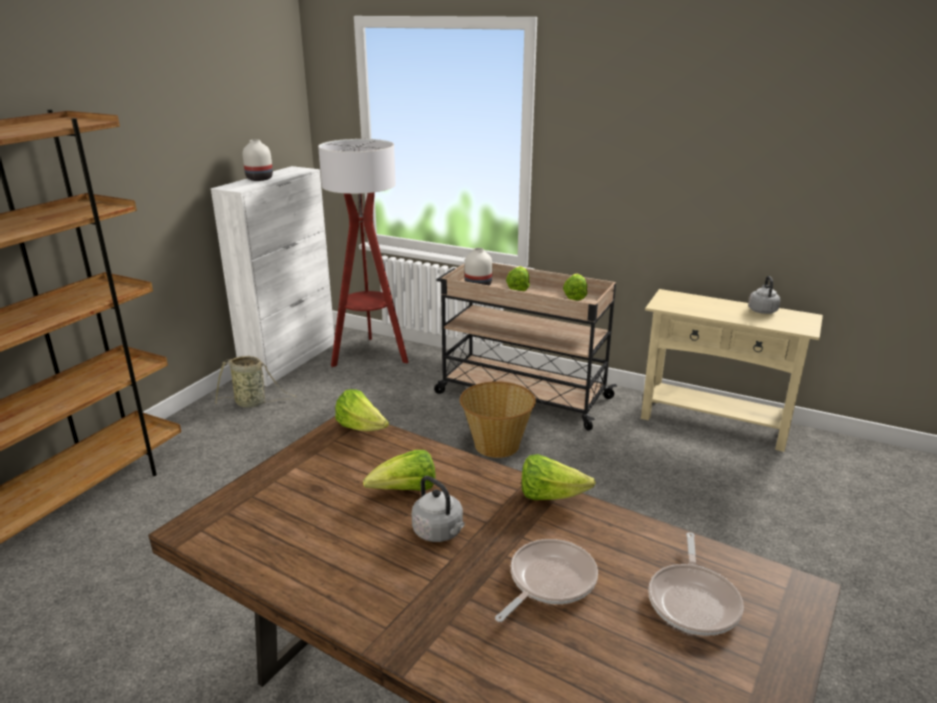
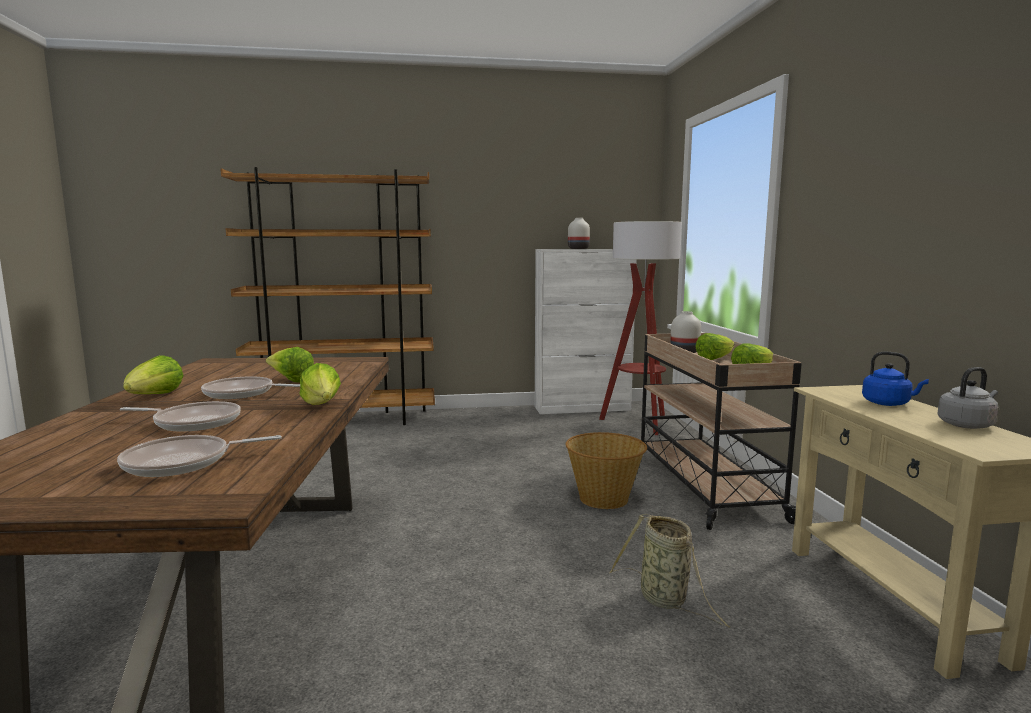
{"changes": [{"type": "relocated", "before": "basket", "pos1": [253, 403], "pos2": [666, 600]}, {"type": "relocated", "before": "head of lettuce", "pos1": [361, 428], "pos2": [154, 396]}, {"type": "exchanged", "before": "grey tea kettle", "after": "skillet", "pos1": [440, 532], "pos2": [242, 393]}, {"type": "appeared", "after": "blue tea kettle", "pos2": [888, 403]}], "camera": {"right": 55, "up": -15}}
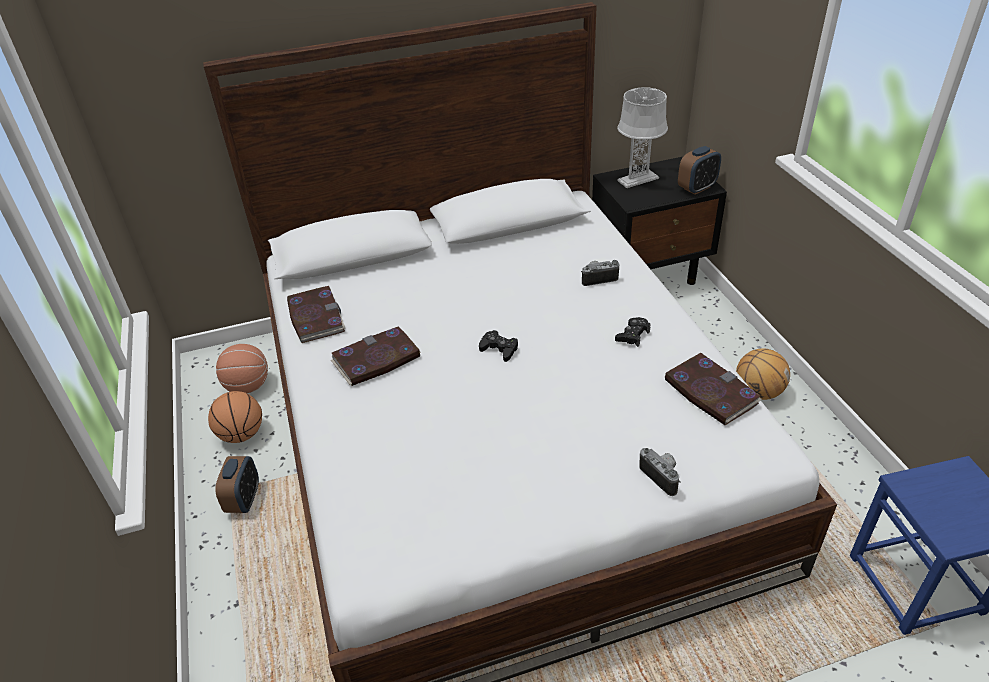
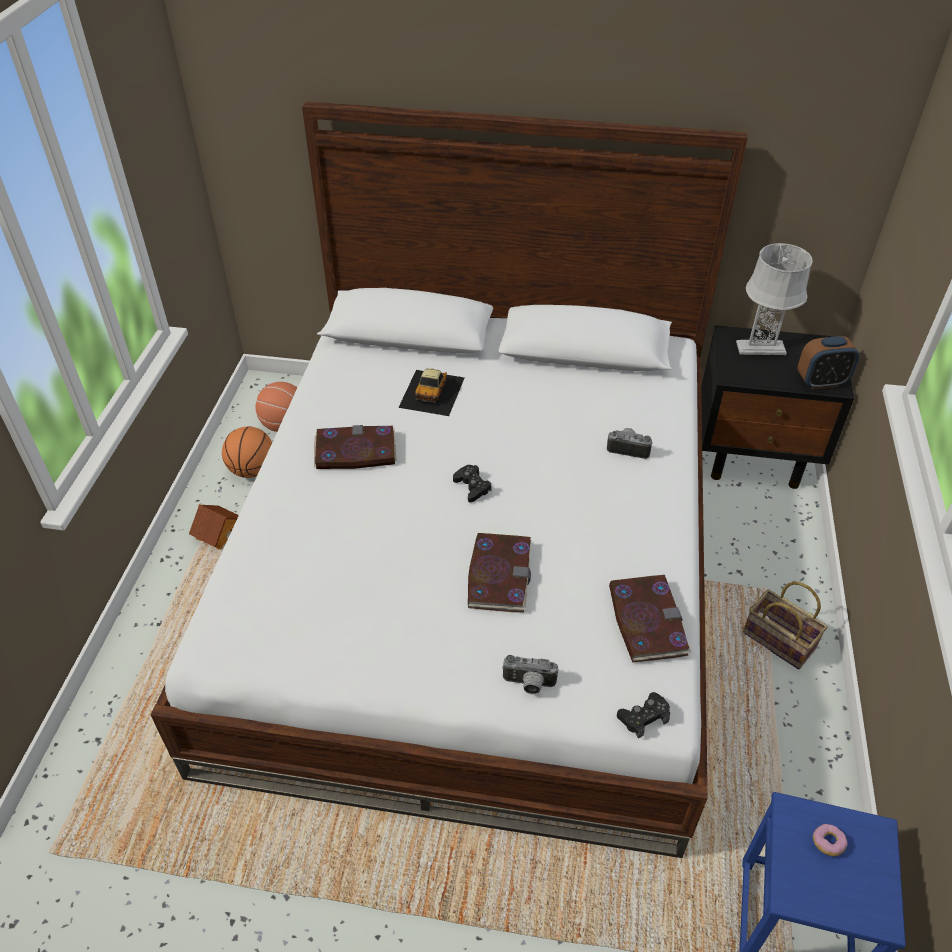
{"changes": [{"type": "relocated", "before": "volume", "pos1": [315, 317], "pos2": [499, 575]}, {"type": "relocated", "before": "blackish game controller", "pos1": [632, 335], "pos2": [643, 717]}, {"type": "exchanged", "before": "ball for basketball", "after": "basket", "pos1": [758, 392], "pos2": [776, 640]}, {"type": "spun", "before": "photo camera", "pos1": [662, 476], "pos2": [529, 685], "turn": 105}, {"type": "exchanged", "before": "alarm clock", "after": "model house", "pos1": [244, 500], "pos2": [218, 533]}, {"type": "appeared", "after": "model car", "pos2": [432, 392]}, {"type": "appeared", "after": "donut", "pos2": [827, 843]}], "camera": {"right": 25, "up": 5}}
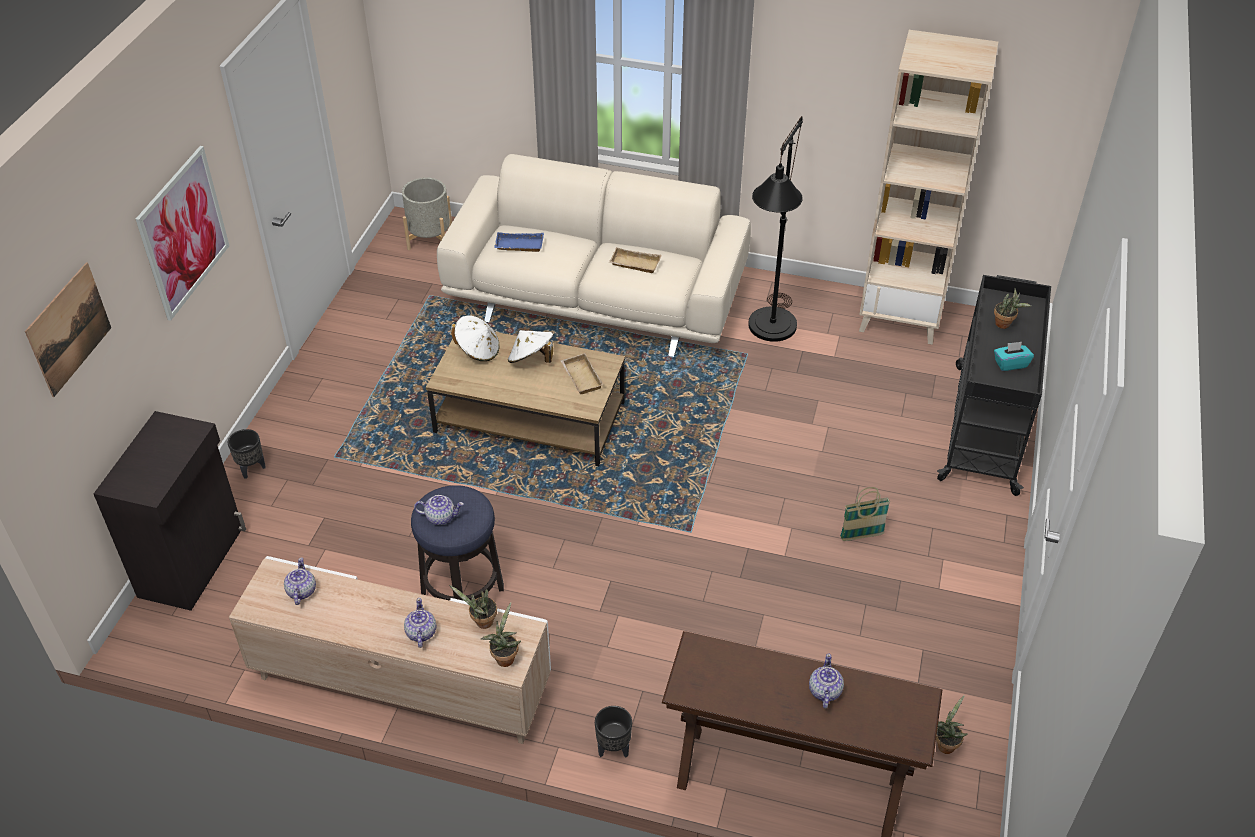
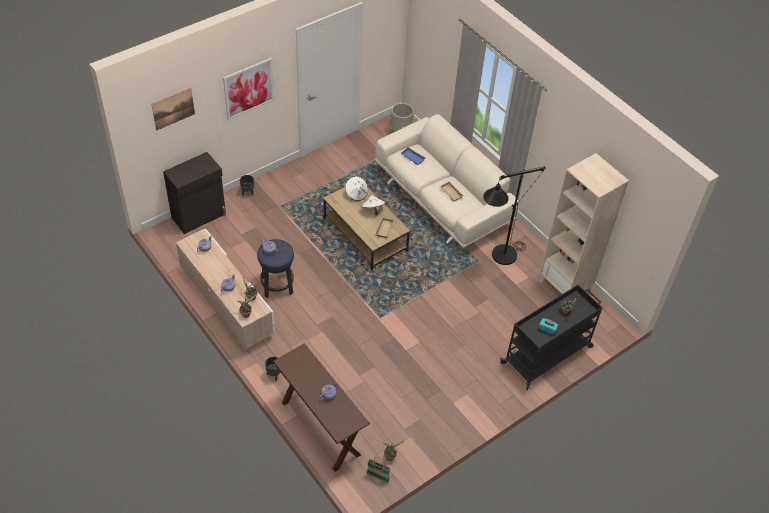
{"changes": [{"type": "relocated", "before": "basket", "pos1": [861, 536], "pos2": [378, 477]}], "camera": {"right": 35, "up": 5}}
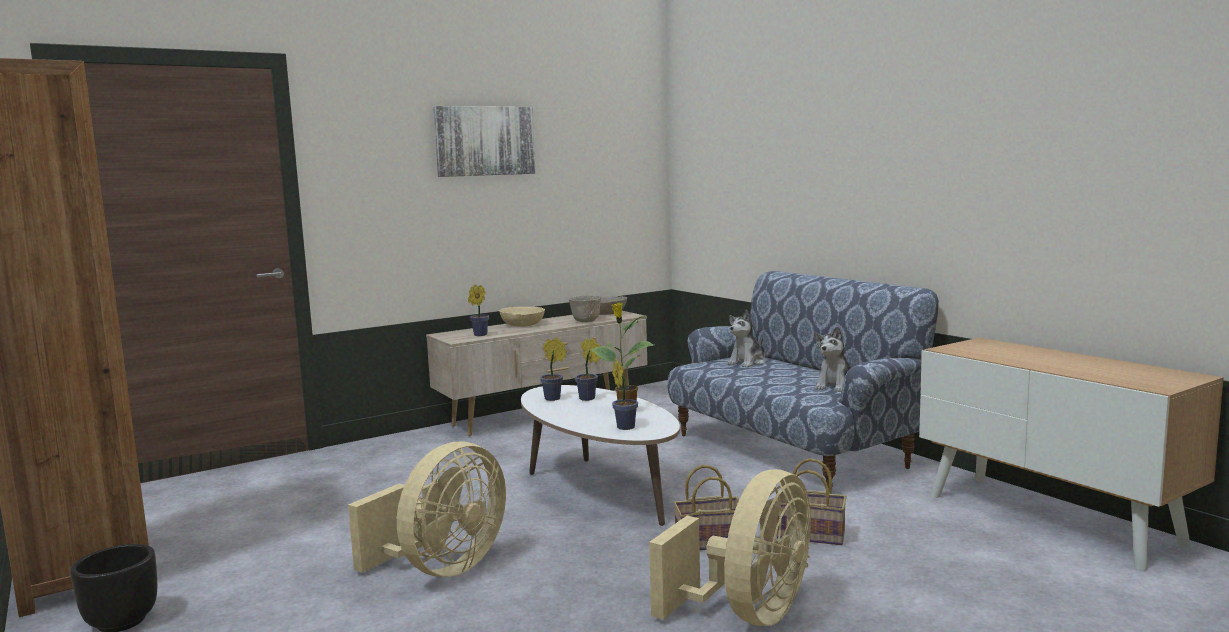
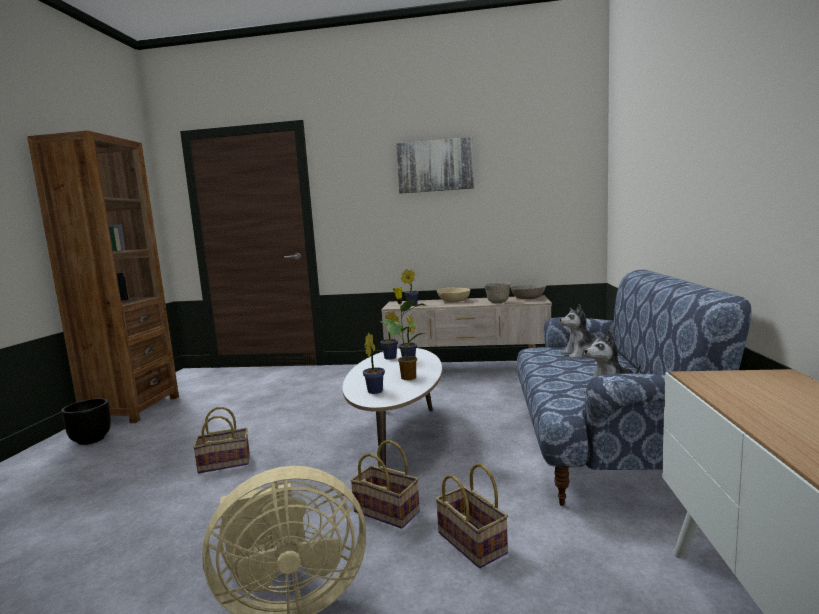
{"changes": [{"type": "exchanged", "before": "beige cooling fan", "after": "basket", "pos1": [442, 568], "pos2": [226, 462]}], "camera": {"right": 40, "up": 0}}
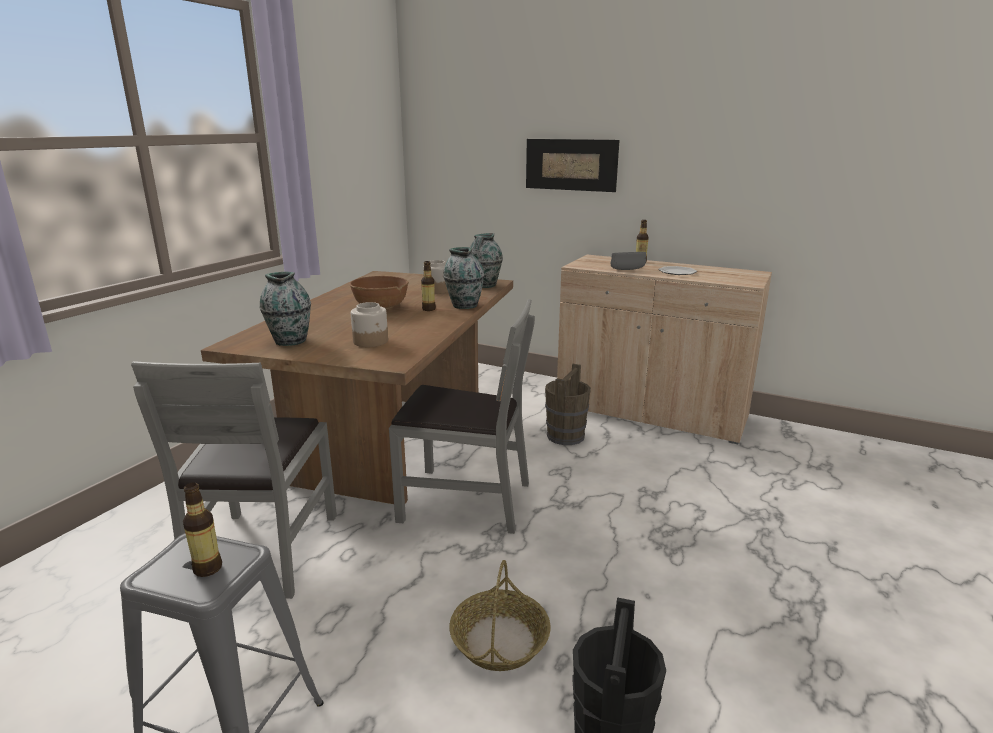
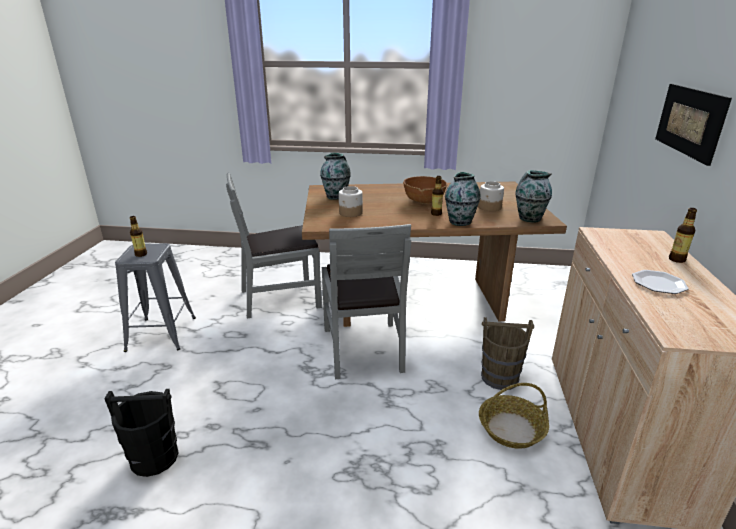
{"changes": [{"type": "missing", "before": "grey deep dish", "pos1": [627, 269]}, {"type": "relocated", "before": "basket", "pos1": [499, 640], "pos2": [511, 428]}], "camera": {"right": 70, "up": 5}}
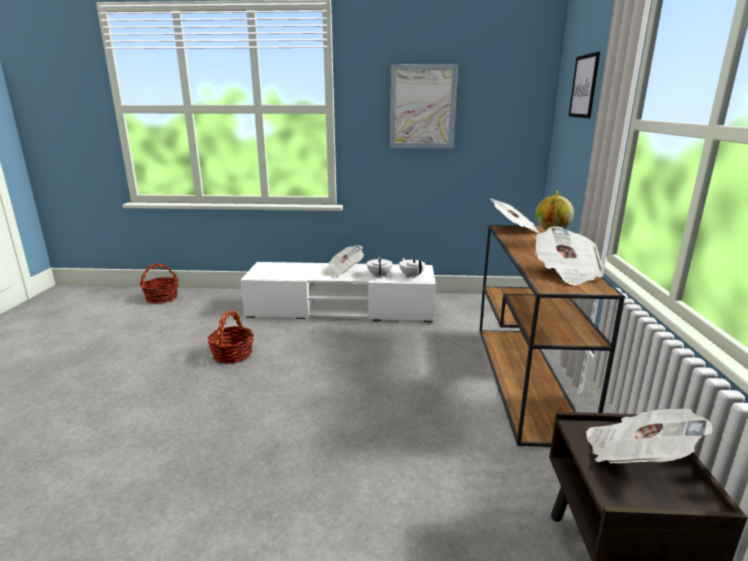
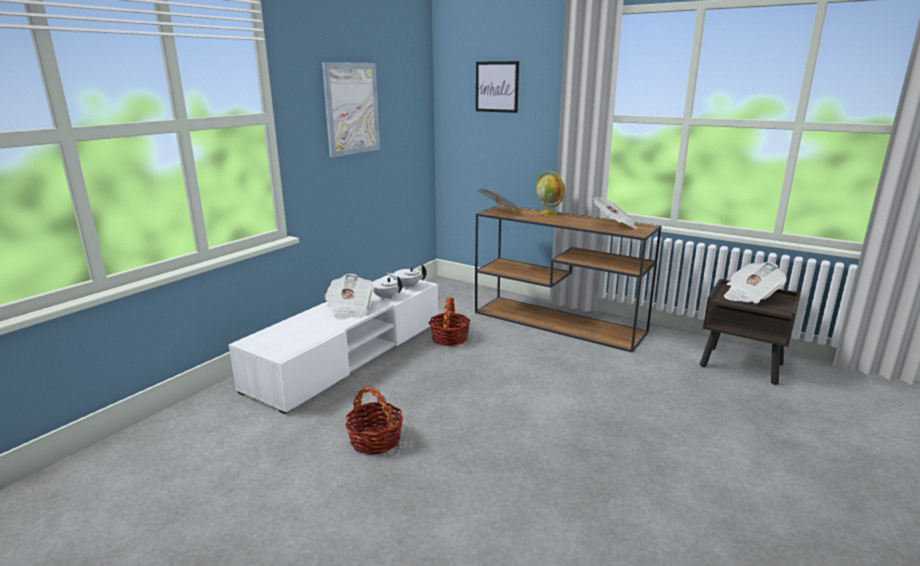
{"changes": [{"type": "relocated", "before": "basket", "pos1": [162, 298], "pos2": [449, 338]}], "camera": {"right": -60, "up": 0}}
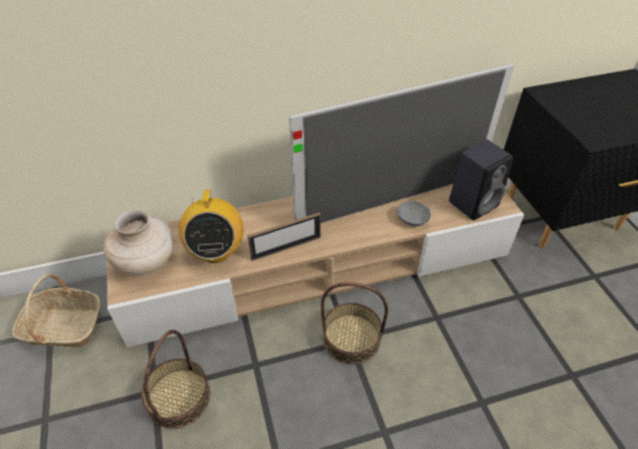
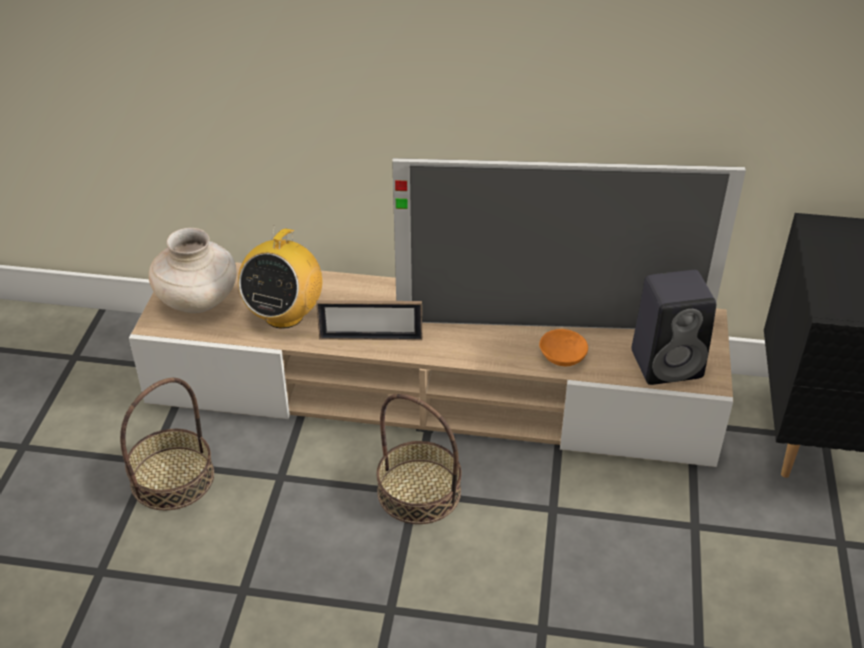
{"changes": [{"type": "colour", "before": "grey deep dish", "after": "orangey deep dish", "pos1": [411, 219], "pos2": [561, 356]}, {"type": "missing", "before": "basket", "pos1": [63, 327]}], "camera": {"right": 25, "up": -5}}
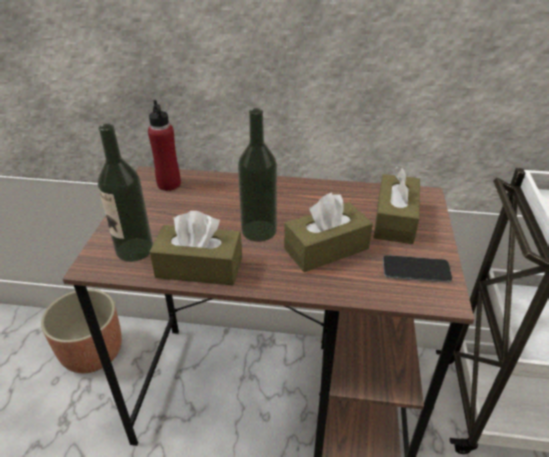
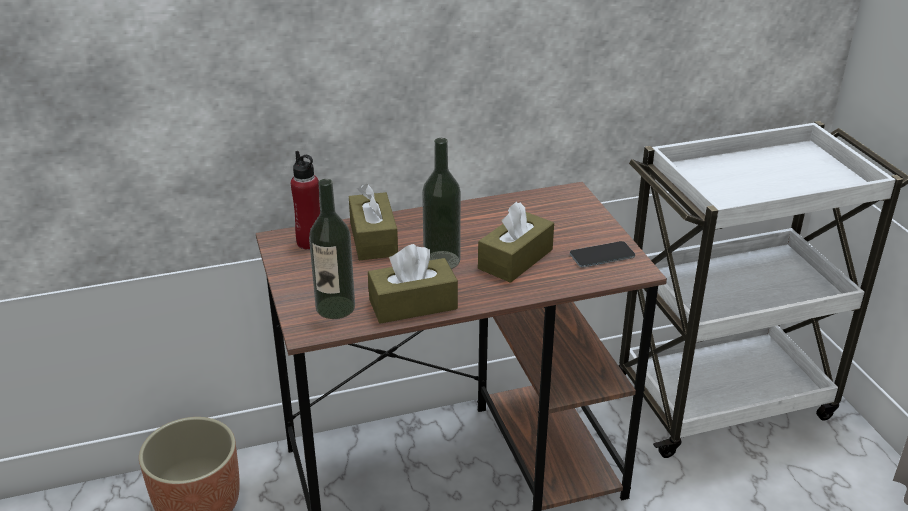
{"changes": [{"type": "relocated", "before": "brown-coloured box of tissues", "pos1": [394, 220], "pos2": [373, 239]}], "camera": {"right": -25, "up": -5}}
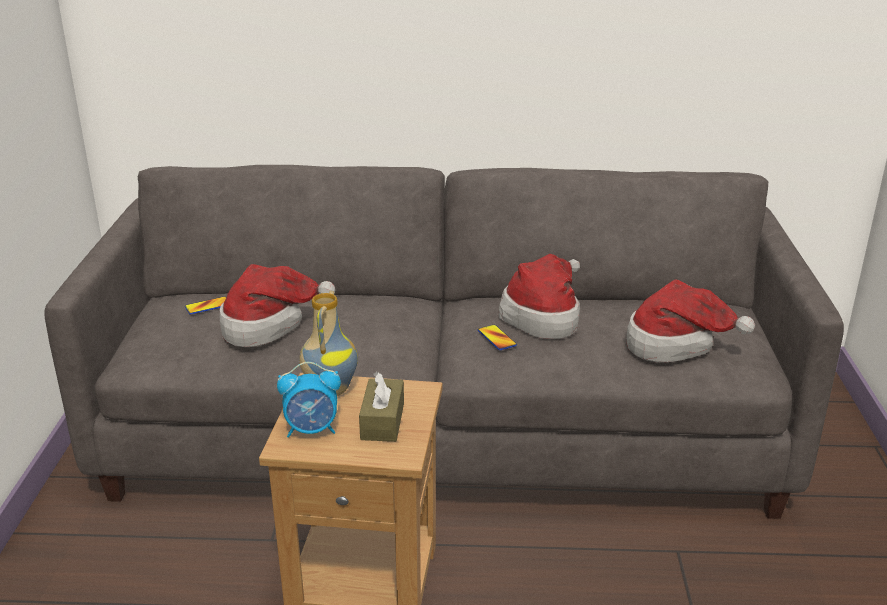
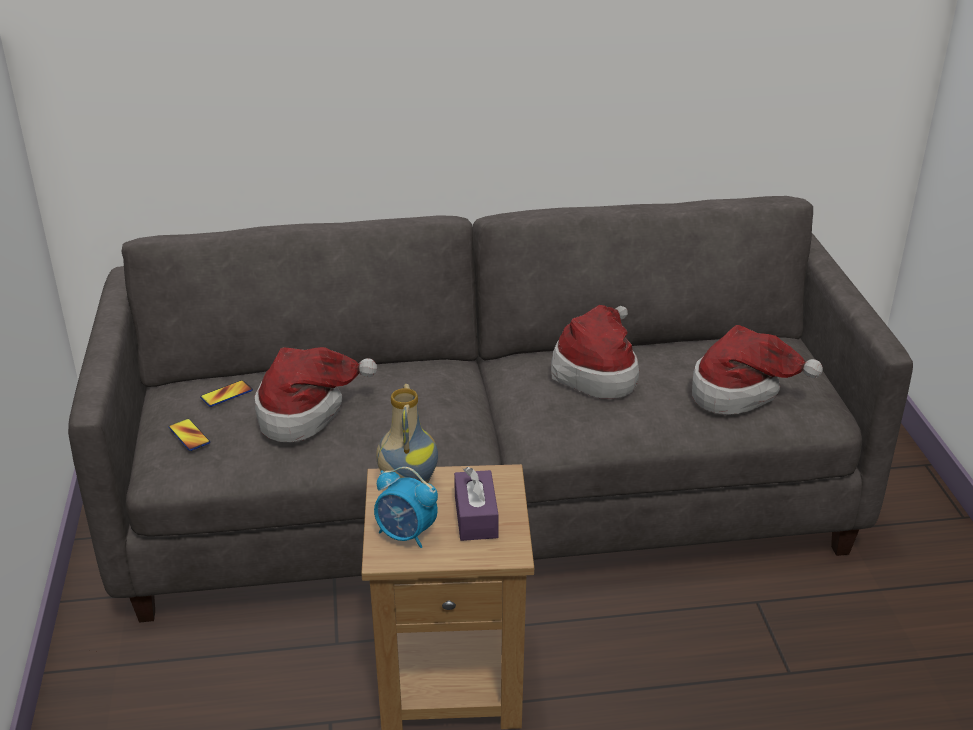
{"changes": [{"type": "relocated", "before": "handset", "pos1": [497, 338], "pos2": [189, 435]}, {"type": "spun", "before": "alarm clock", "pos1": [312, 430], "pos2": [406, 535], "turn": 45}, {"type": "colour", "before": "brown-coloured box of tissues", "after": "purplish box of tissues", "pos1": [382, 421], "pos2": [476, 516]}], "camera": {"right": -10, "up": 5}}
